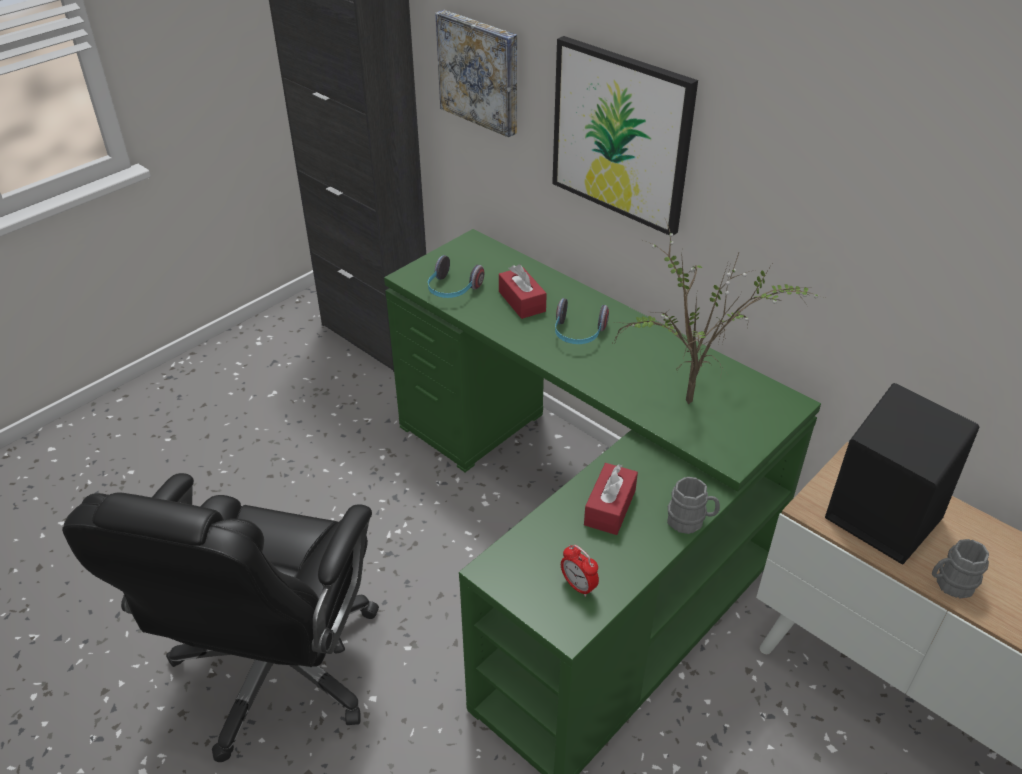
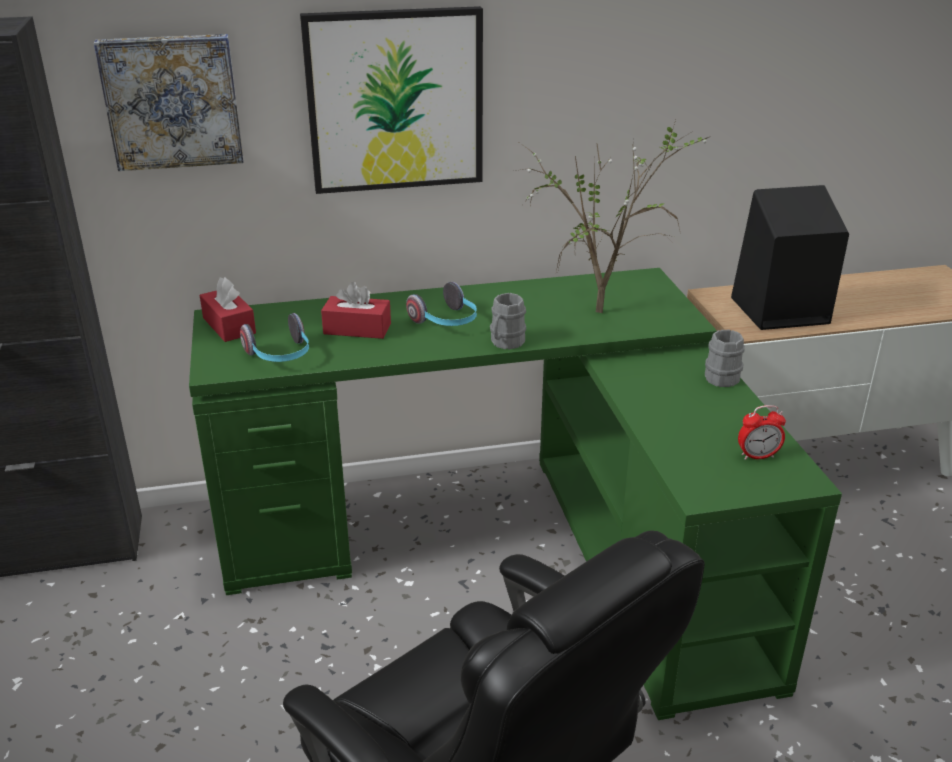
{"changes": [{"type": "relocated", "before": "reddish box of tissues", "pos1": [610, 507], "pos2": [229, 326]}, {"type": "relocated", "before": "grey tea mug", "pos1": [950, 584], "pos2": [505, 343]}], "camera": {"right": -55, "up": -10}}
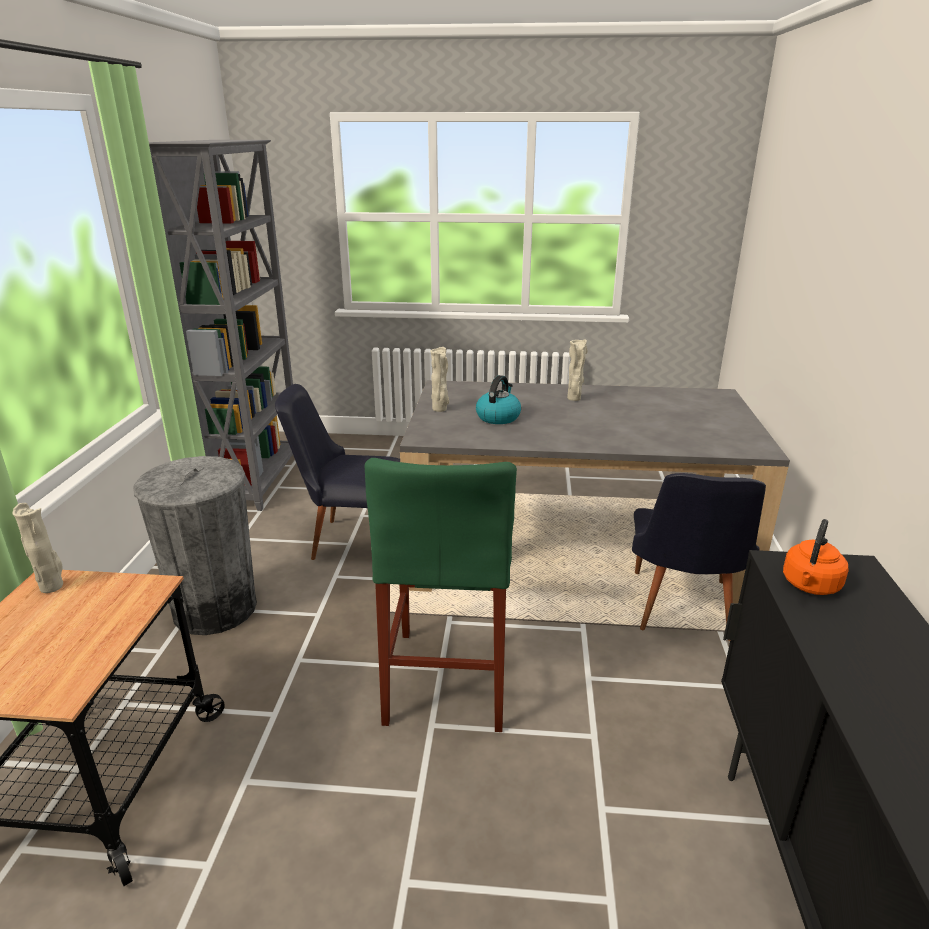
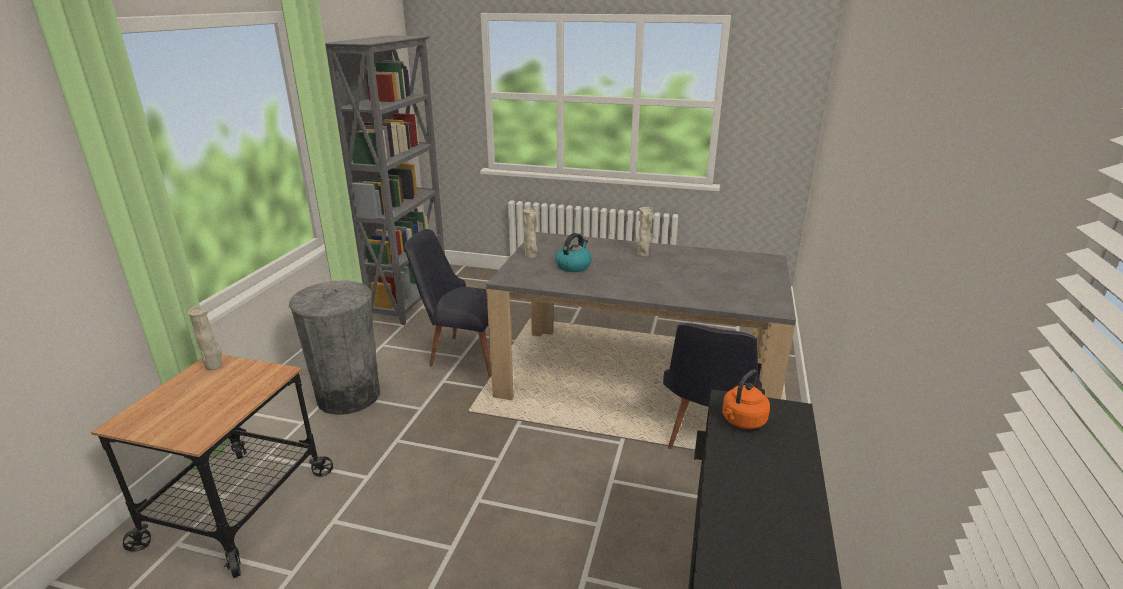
{"changes": [{"type": "missing", "before": "greenish sitting stool", "pos1": [448, 678]}], "camera": {"right": 10, "up": 0}}
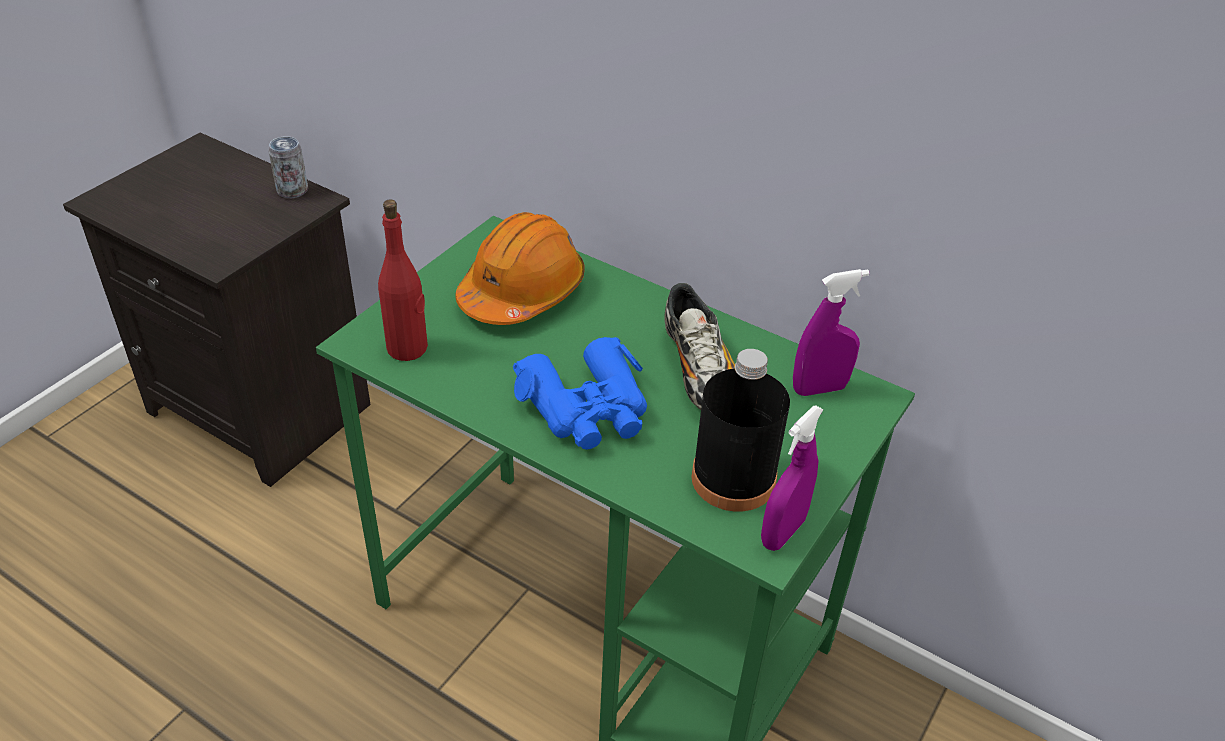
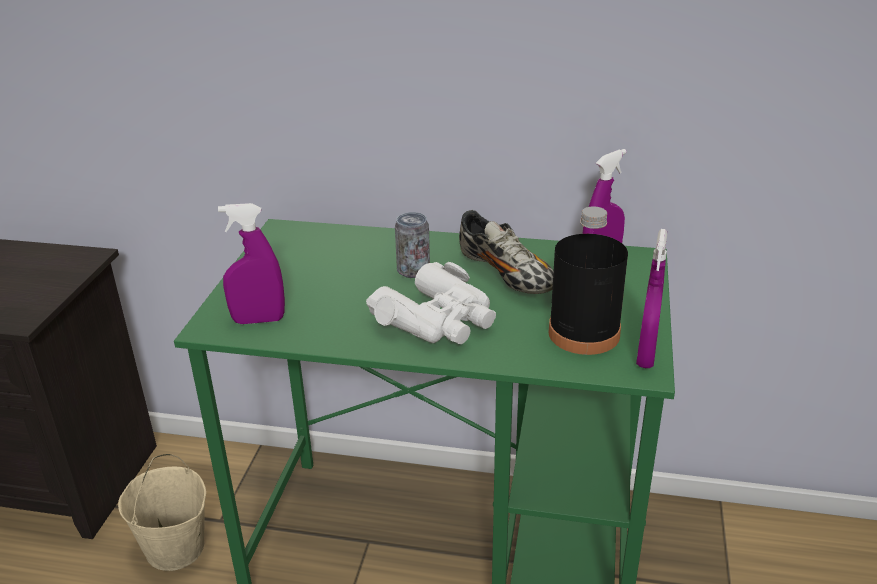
{"changes": [{"type": "relocated", "before": "metal can", "pos1": [292, 191], "pos2": [413, 270]}, {"type": "exchanged", "before": "reddish bottle", "after": "purplish spray bottle", "pos1": [407, 348], "pos2": [258, 320]}, {"type": "missing", "before": "orangey hard hat", "pos1": [522, 292]}, {"type": "colour", "before": "blue field glasses", "after": "white-coloured field glasses", "pos1": [587, 408], "pos2": [438, 320]}, {"type": "appeared", "after": "beige water bucket", "pos2": [176, 548]}], "camera": {"right": -20, "up": -10}}
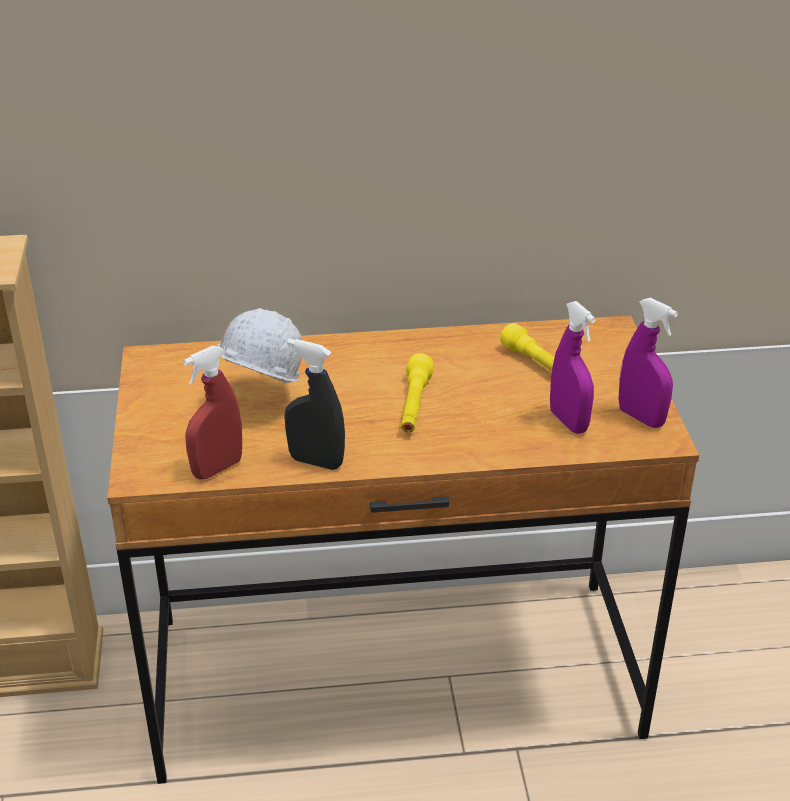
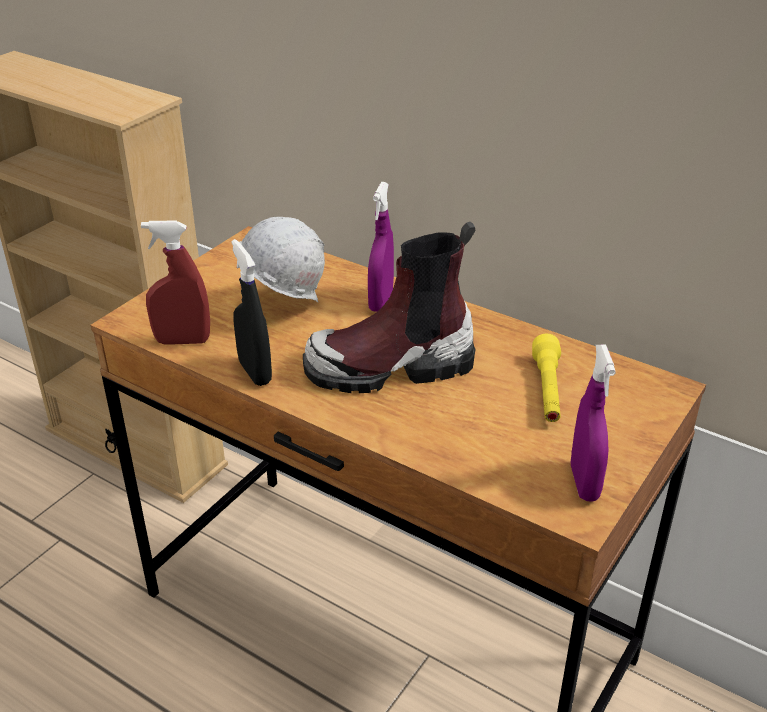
{"changes": [{"type": "relocated", "before": "purplish spray bottle", "pos1": [568, 421], "pos2": [381, 301]}, {"type": "exchanged", "before": "yellowish flashlight", "after": "boot", "pos1": [414, 405], "pos2": [391, 367]}], "camera": {"right": 40, "up": 0}}
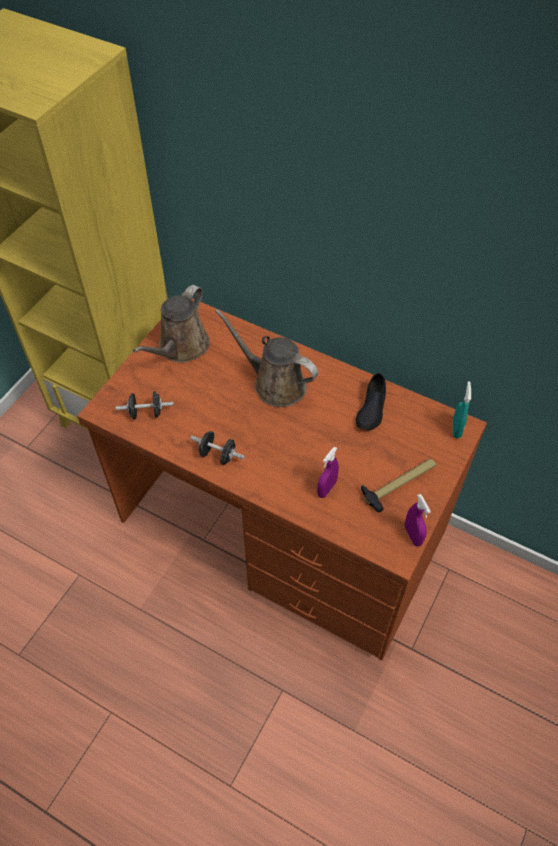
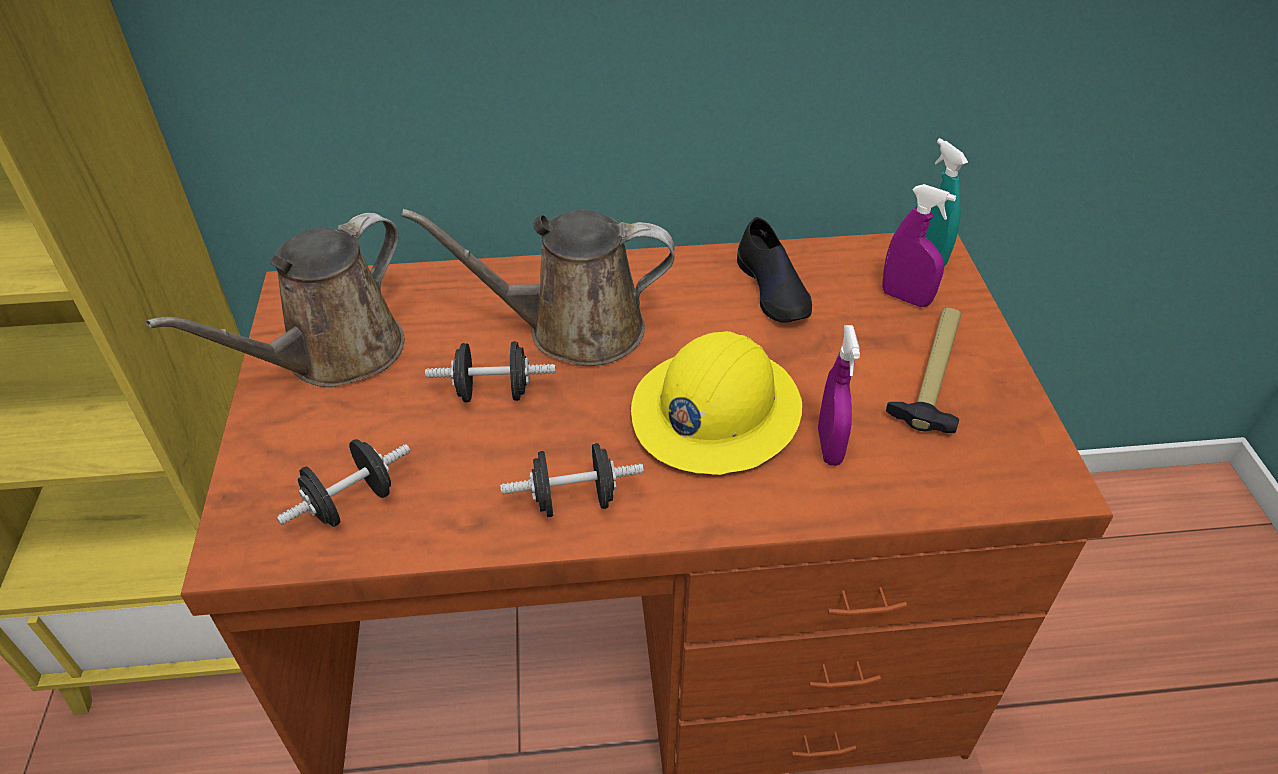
{"changes": [{"type": "spun", "before": "brown-coloured watering can", "pos1": [181, 347], "pos2": [335, 355], "turn": 45}, {"type": "relocated", "before": "purplish spray bottle", "pos1": [413, 535], "pos2": [905, 298]}, {"type": "appeared", "after": "yellowish hard hat", "pos2": [715, 412]}, {"type": "appeared", "after": "blackish free weight", "pos2": [493, 392]}], "camera": {"right": -35, "up": -10}}
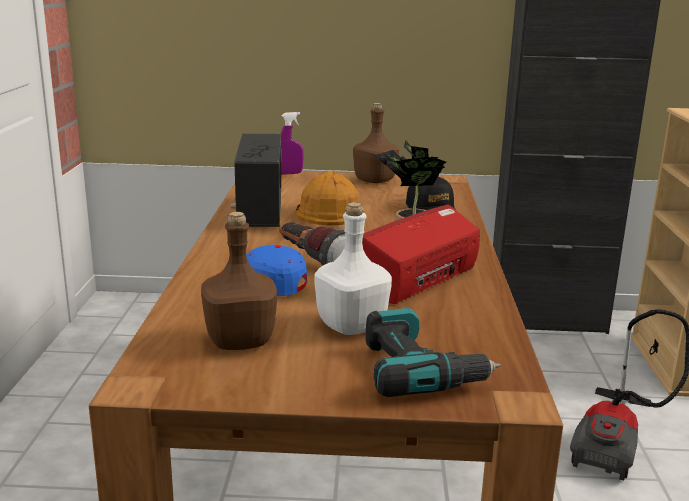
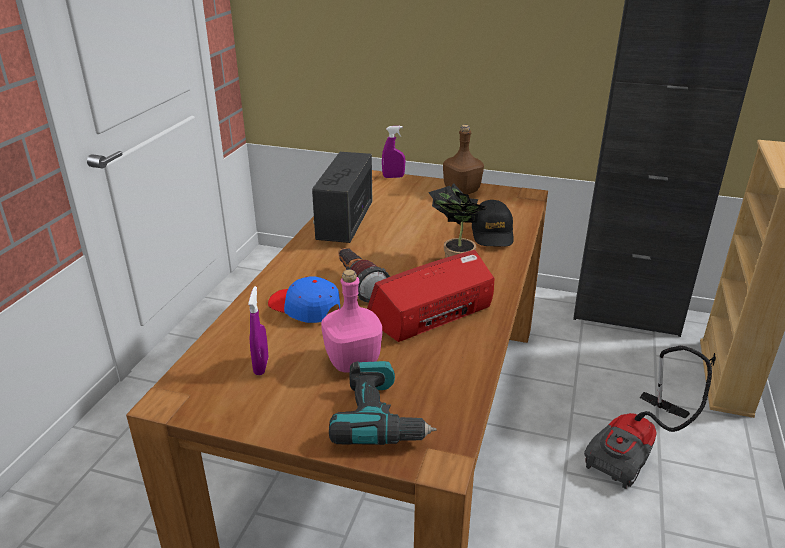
{"changes": [{"type": "missing", "before": "orangey hard hat", "pos1": [329, 211]}, {"type": "colour", "before": "white-coloured bottle", "after": "pink-coloured bottle", "pos1": [350, 326], "pos2": [352, 361]}, {"type": "exchanged", "before": "brown-coloured bottle", "after": "purplish spray bottle", "pos1": [241, 341], "pos2": [261, 366]}], "camera": {"right": 15, "up": 10}}
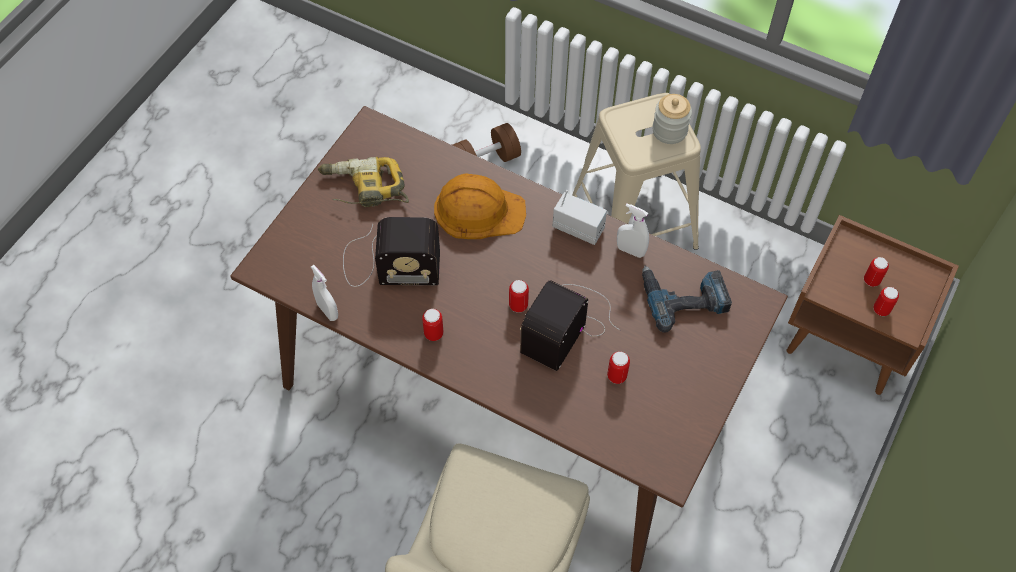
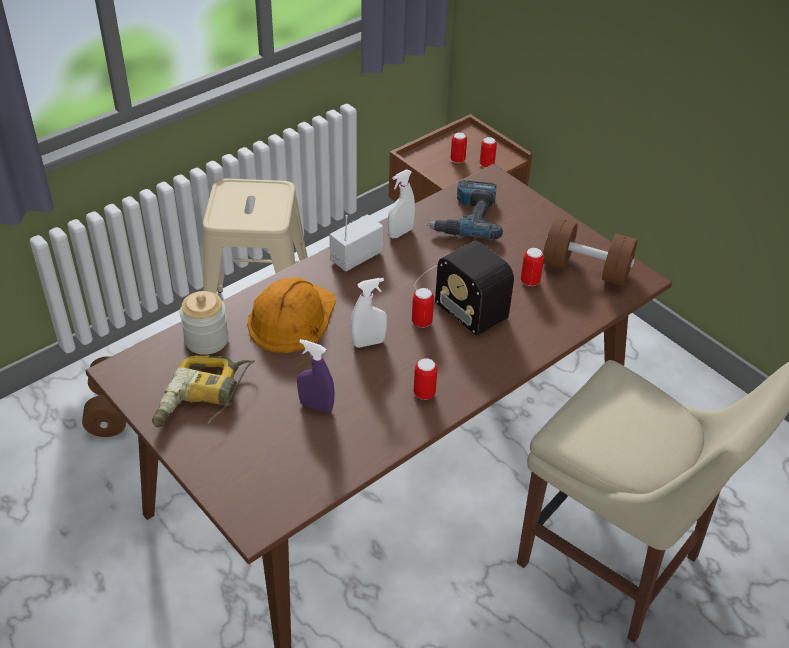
{"changes": [{"type": "relocated", "before": "jar", "pos1": [669, 131], "pos2": [206, 339]}, {"type": "exchanged", "before": "radio set", "after": "purplish spray bottle", "pos1": [388, 263], "pos2": [316, 406]}, {"type": "relocated", "before": "white-coloured spray bottle", "pos1": [327, 311], "pos2": [368, 342]}, {"type": "appeared", "after": "brown-coloured free weight", "pos2": [586, 269]}], "camera": {"right": -70, "up": -15}}
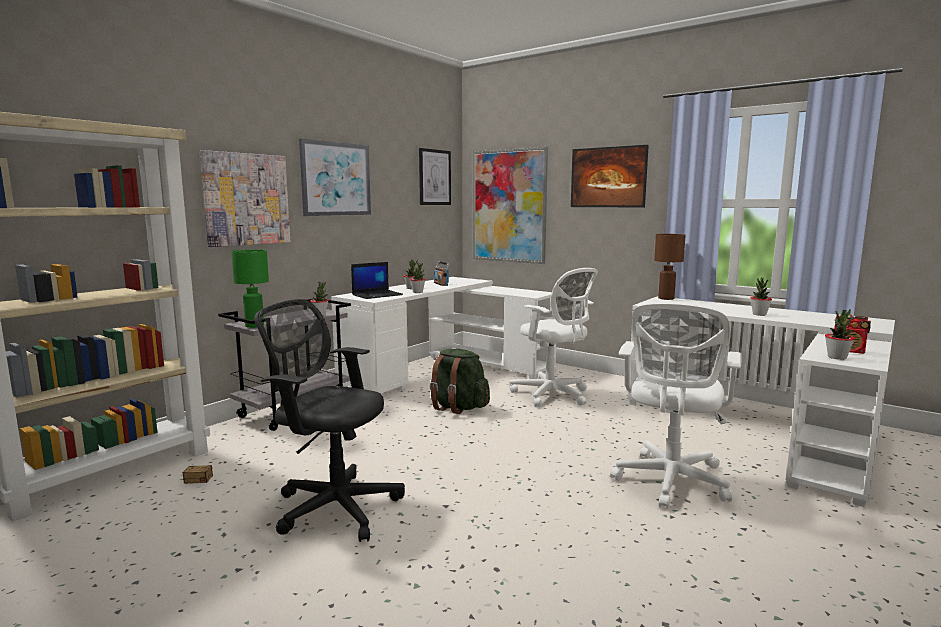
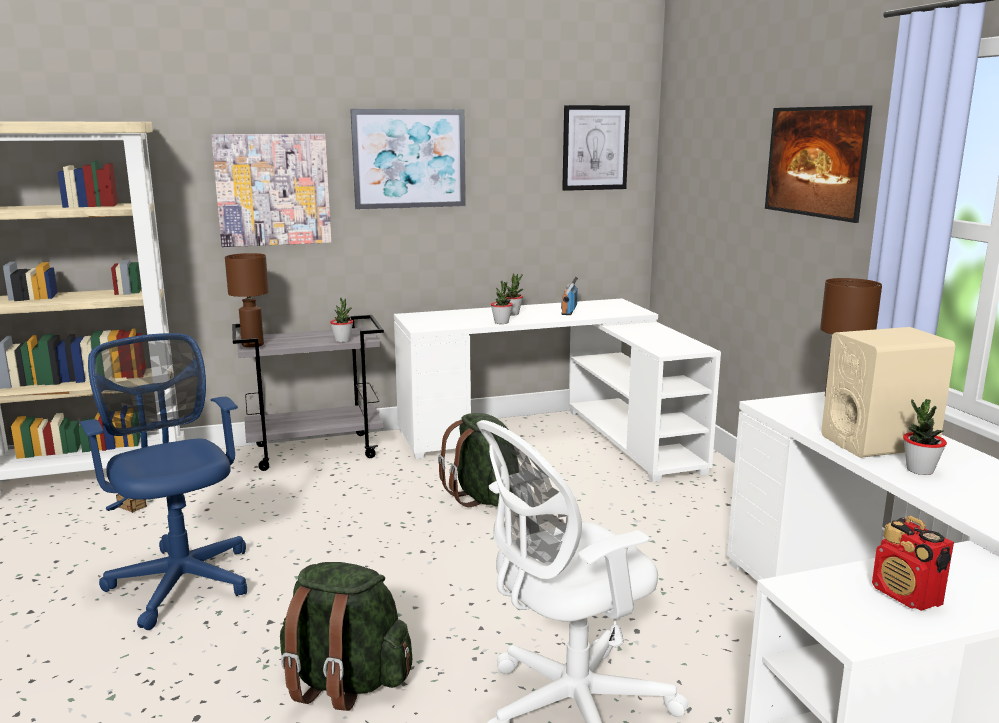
{"changes": [{"type": "missing", "before": "picture", "pos1": [509, 206]}, {"type": "colour", "before": "greenish tabletop lamp", "after": "brown-coloured tabletop lamp", "pos1": [255, 326], "pos2": [252, 345]}, {"type": "missing", "before": "laptop", "pos1": [377, 295]}, {"type": "missing", "before": "white-coloured computer chair", "pos1": [553, 395]}, {"type": "colour", "before": "blackish computer chair", "after": "blue computer chair", "pos1": [333, 506], "pos2": [181, 579]}, {"type": "missing", "before": "potted plant", "pos1": [837, 357]}, {"type": "appeared", "after": "beige loudspeaker", "pos2": [879, 442]}, {"type": "appeared", "after": "greenish knapsack", "pos2": [344, 682]}], "camera": {"right": 35, "up": 5}}
